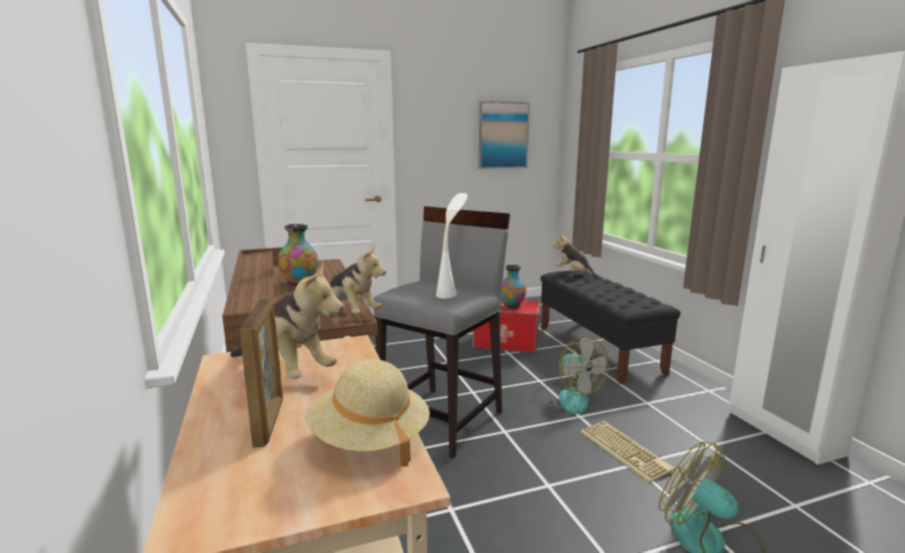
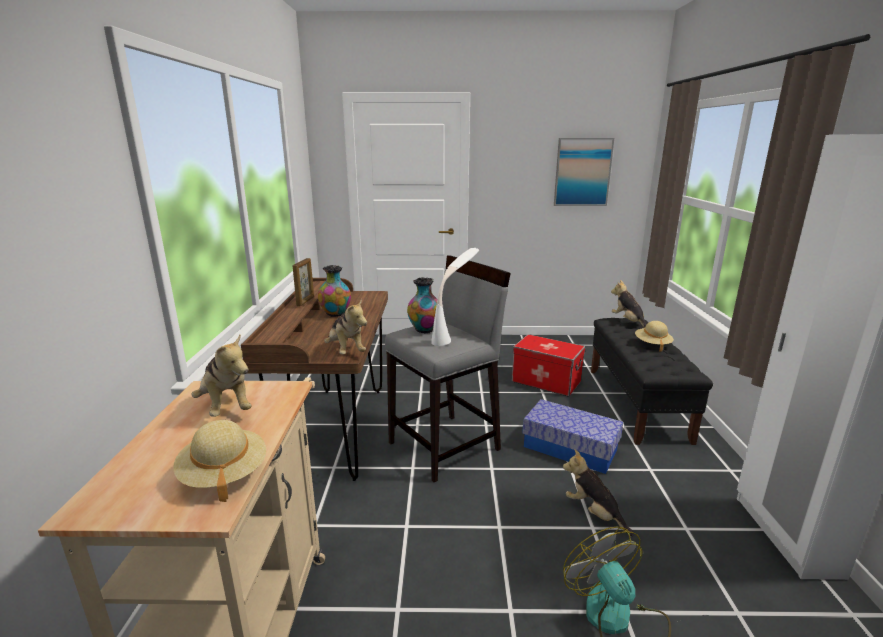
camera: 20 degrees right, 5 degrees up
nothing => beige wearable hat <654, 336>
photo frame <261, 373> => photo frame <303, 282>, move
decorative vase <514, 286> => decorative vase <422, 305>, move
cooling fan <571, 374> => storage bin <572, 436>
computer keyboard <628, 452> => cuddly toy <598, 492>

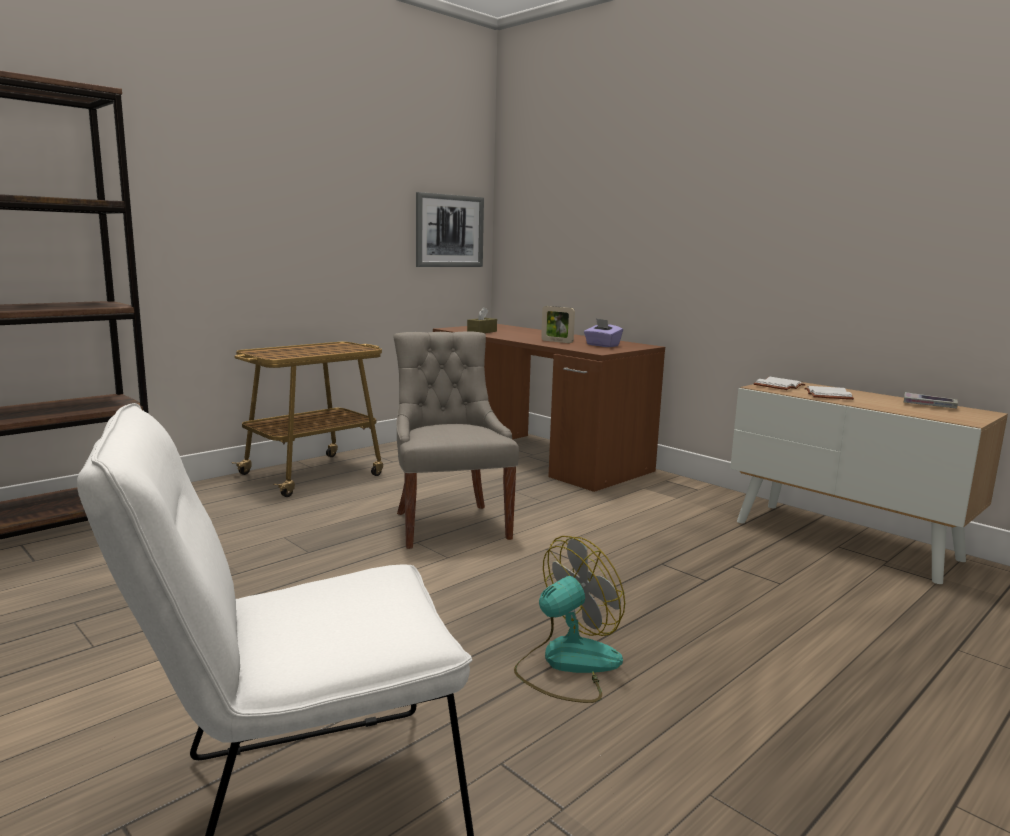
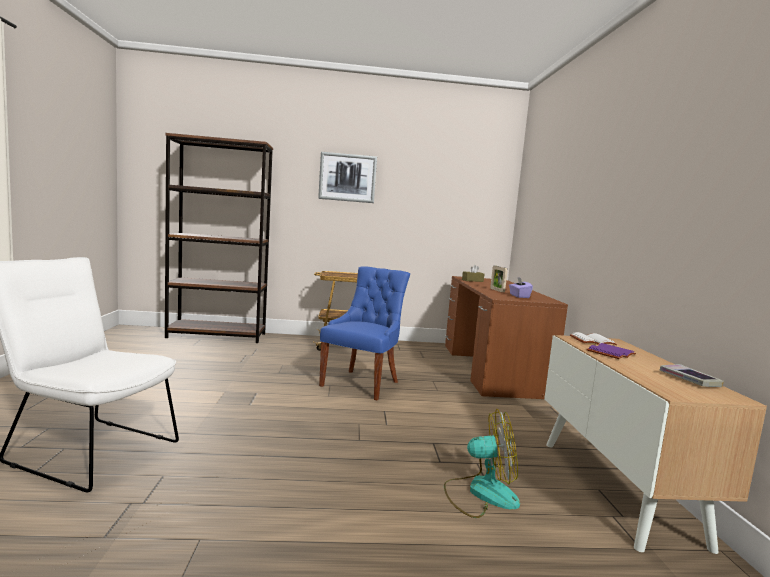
camera: 40 degrees right, 5 degrees down
wall art <450, 229> => wall art <347, 177>, move
cooling fan <569, 619> => cooling fan <482, 463>, move
gray upright chair <456, 440> => blue-coloured upright chair <364, 333>
white bound book <829, 393> => purple-coloured bound book <611, 351>

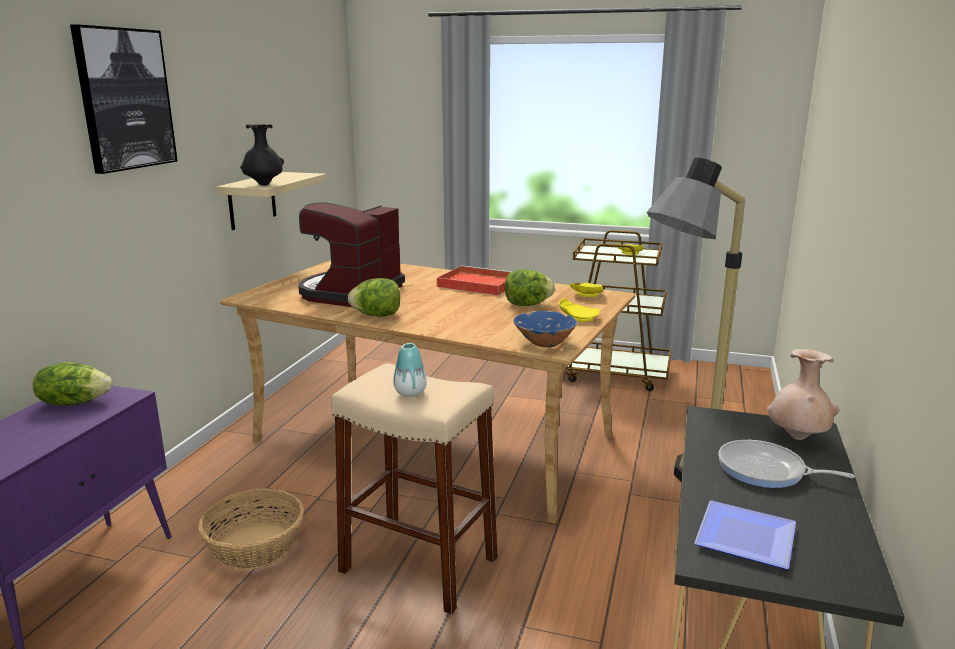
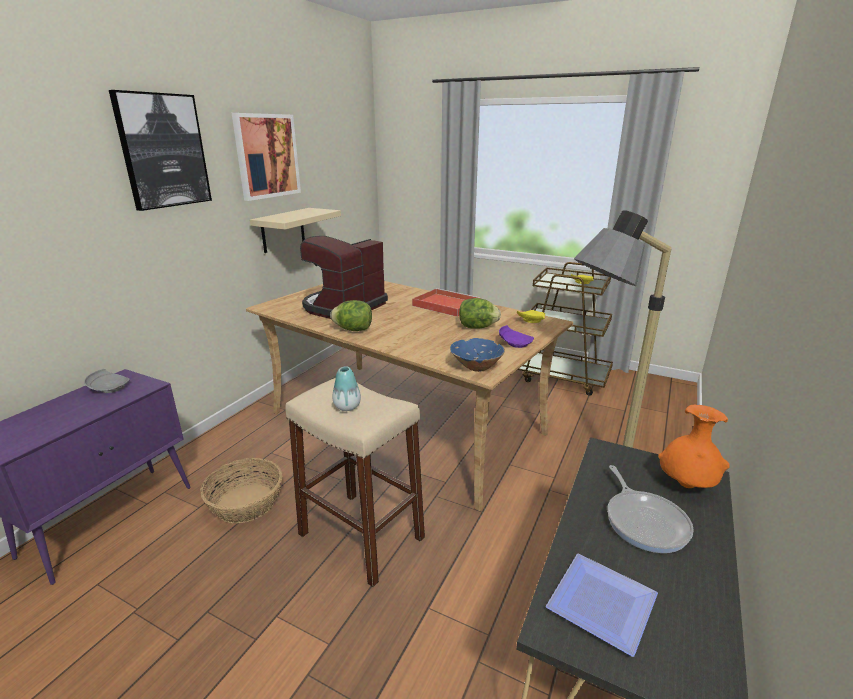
camera: 10 degrees right, 5 degrees up
black-coloured decorative vase <262, 155> => nothing
nothing => wall art <266, 157>
lettuce head <72, 384> => gray dinner plate <107, 381>
yellow-coloured dinner plate <579, 310> => purple-coloured dinner plate <516, 336>
beige decorative vase <803, 394> => orange-coloured decorative vase <694, 446>
pan <786, 464> => pan <650, 509>, 135 degrees counterclockwise

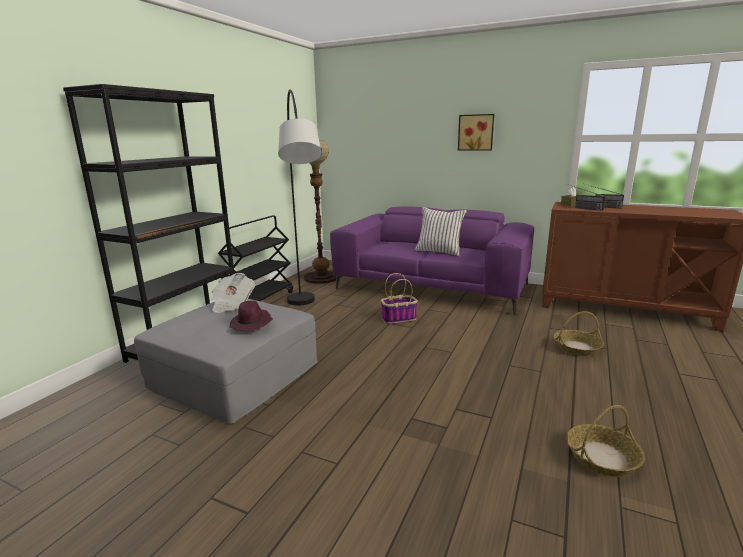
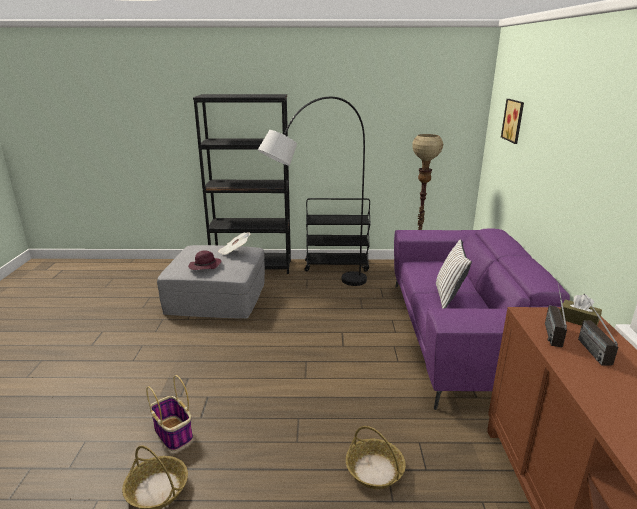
camera: 65 degrees right, 5 degrees up
storage basket <399, 298> => storage basket <169, 413>, move
wall art <476, 132> => wall art <512, 121>, move

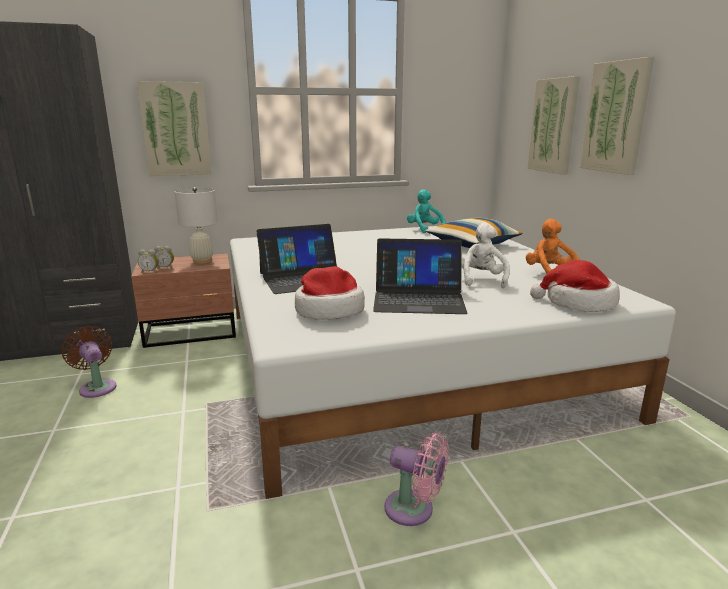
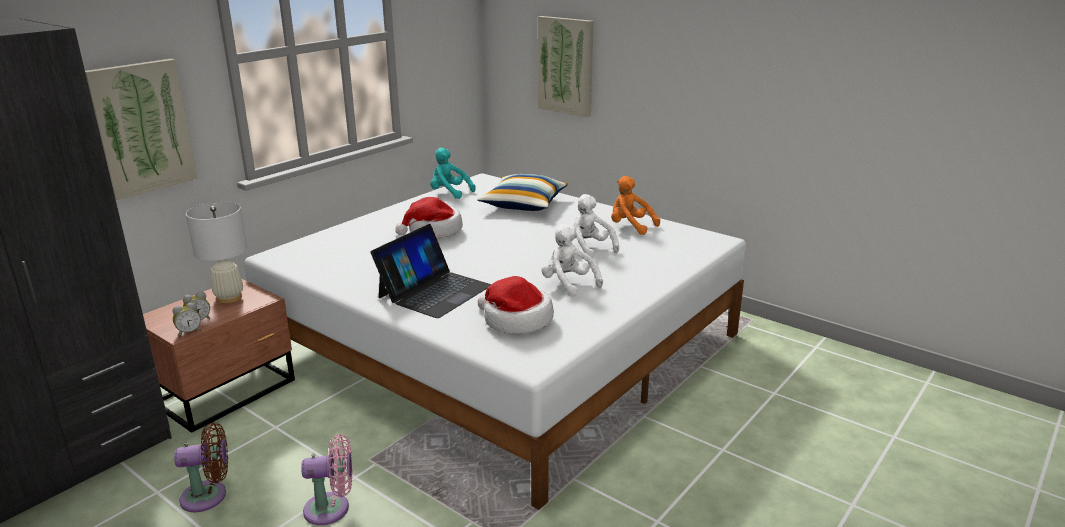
camera: 35 degrees left, 5 degrees up
wall art <617, 116> => nothing
pink cooling fan <416, 479> => pink cooling fan <327, 479>, move
wearable hat <574, 286> => wearable hat <429, 217>, move
laptop <420, 276> => white cuddly toy <572, 261>
brown-coloured cooling fan <89, 362> => brown-coloured cooling fan <201, 467>, 150 degrees clockwise

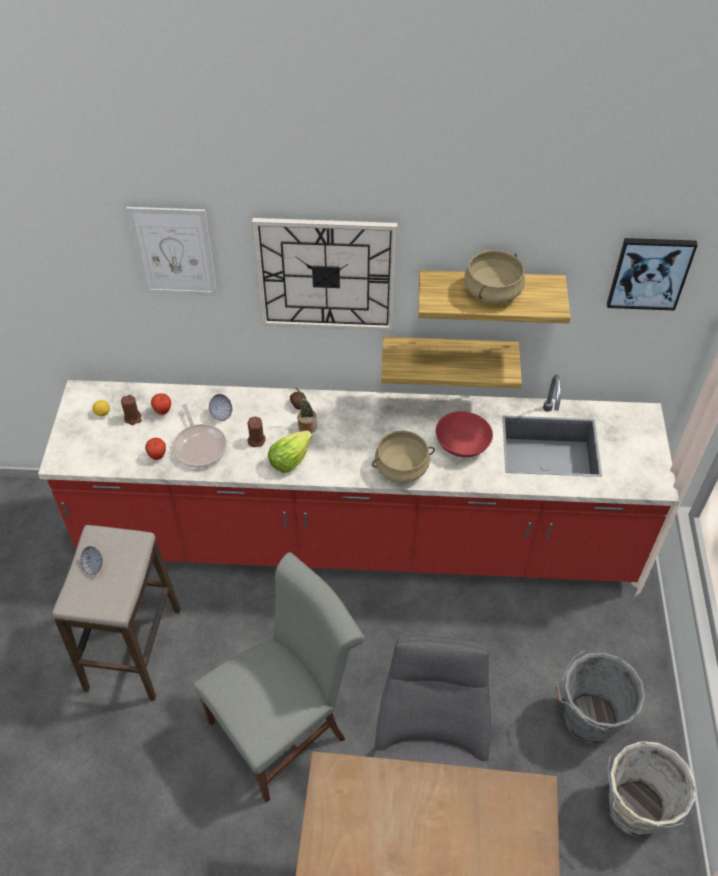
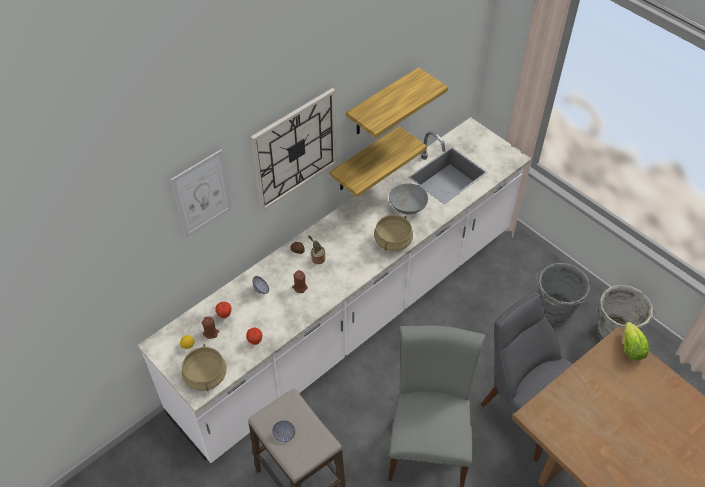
camera: 45 degrees left, 0 degrees up
pan <200, 436> => nothing
wall art <652, 274> => nothing
lettuce head <290, 452> => lettuce head <636, 341>, move
beige cooking pot <494, 277> => beige cooking pot <204, 367>, move
reddish kitchen counter <358, 478> => white kitchen counter <334, 290>
reddish serving bowl <464, 434> => gray serving bowl <408, 198>

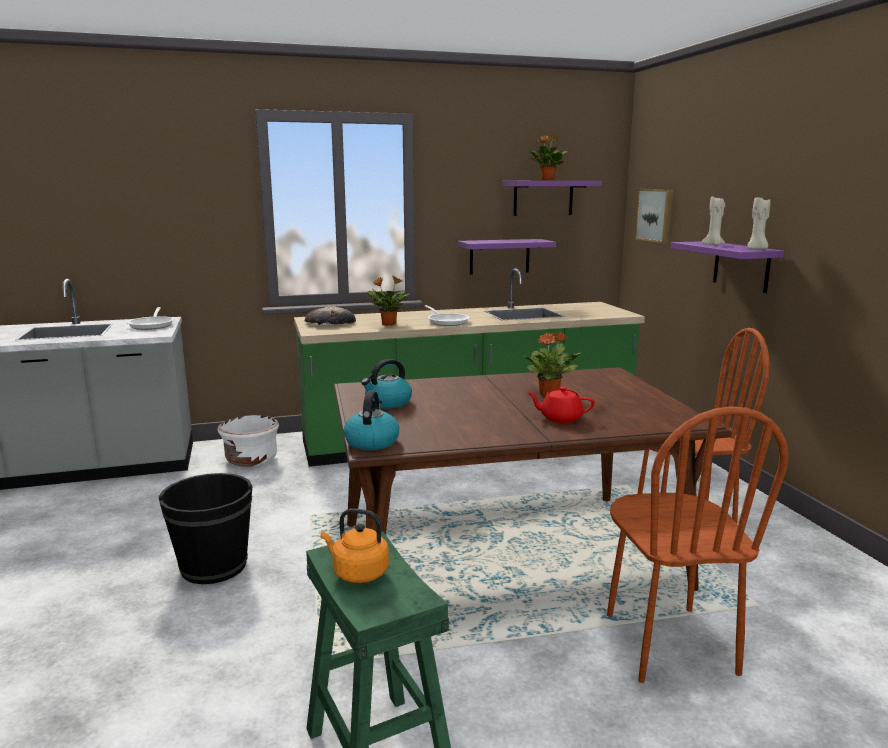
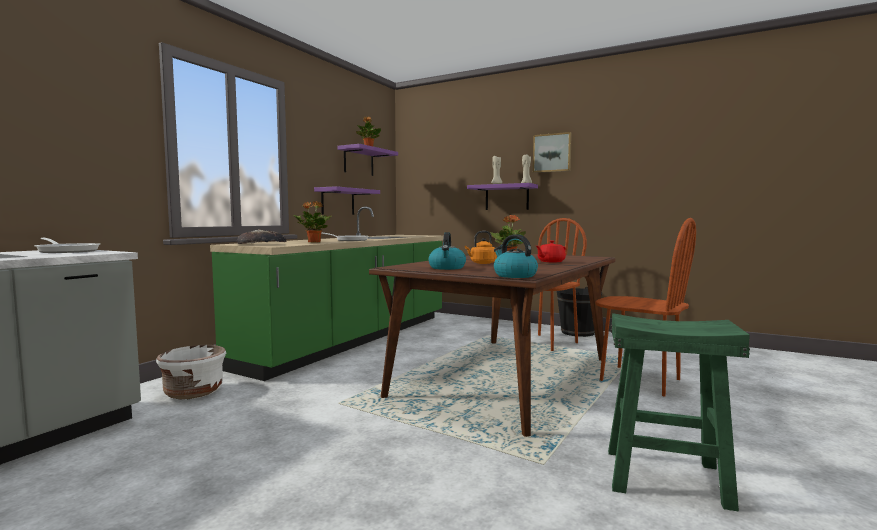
camera: 45 degrees left, 10 degrees down
black-coloured pail <205, 528> => black-coloured pail <579, 312>, move
orange-coloured tea kettle <355, 546> => orange-coloured tea kettle <481, 247>, move
wall art <654, 216> => wall art <552, 152>, move

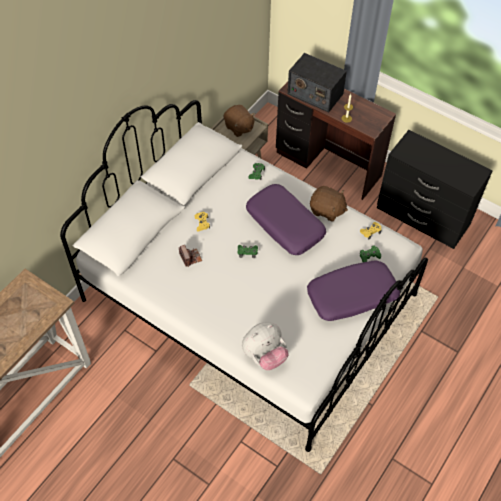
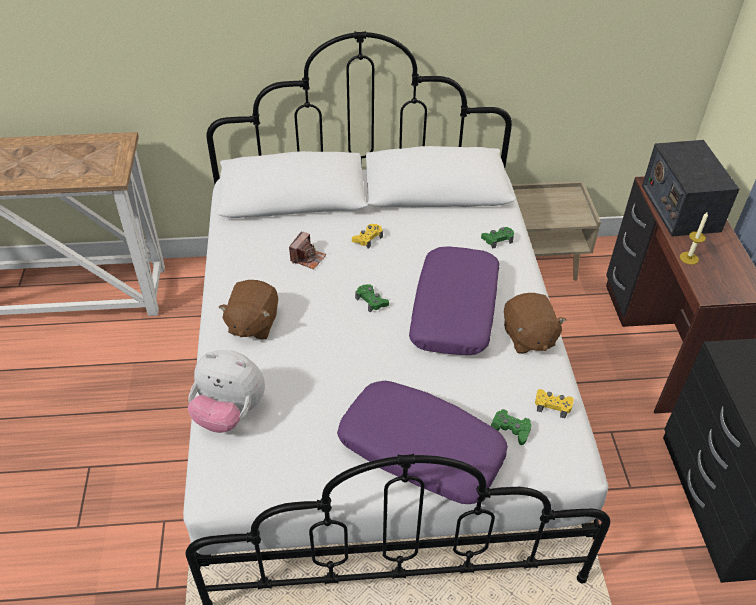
camera: 50 degrees right, 10 degrees down
brown-coloured cuddly toy <239, 121> => brown-coloured cuddly toy <248, 310>, move

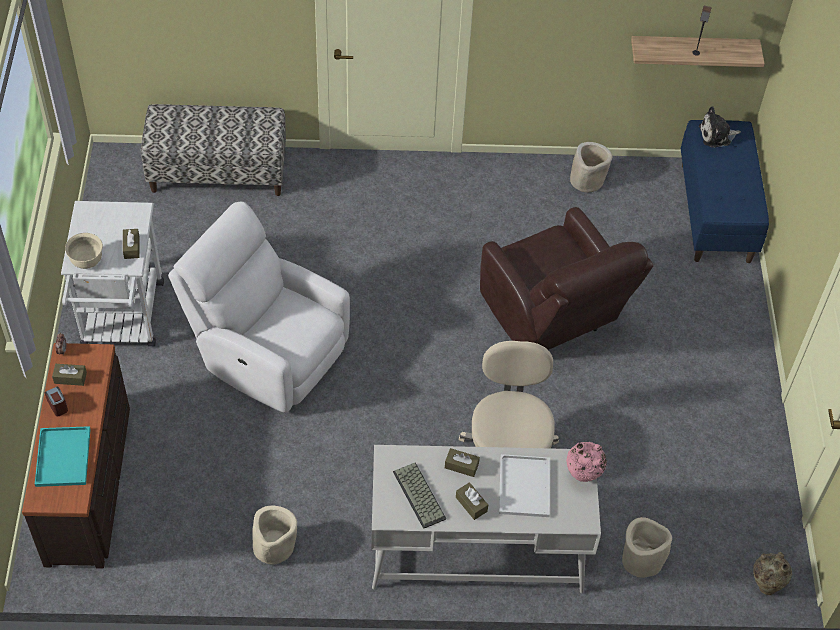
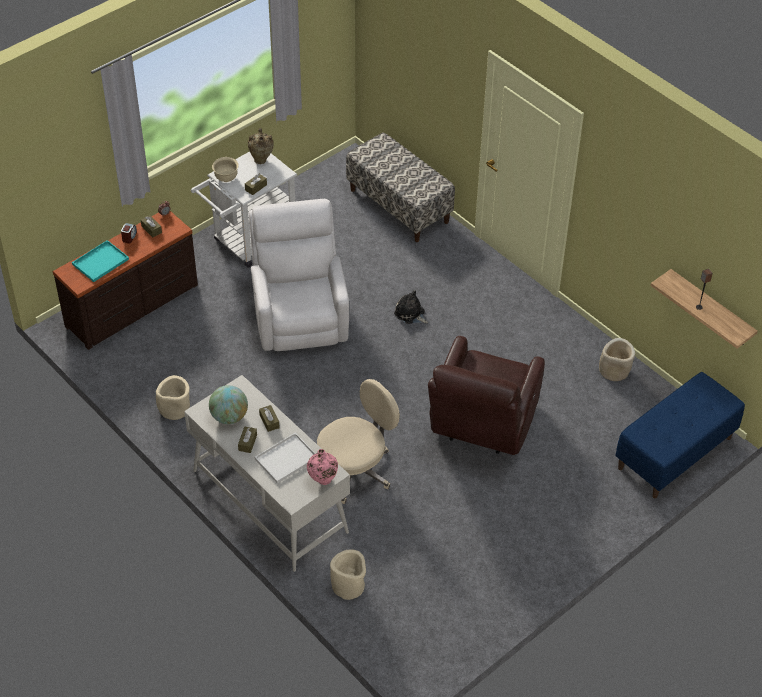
camera: 50 degrees right, 5 degrees down
cuddly toy <720, 127> => cuddly toy <411, 307>, move
beige decorative vase <772, 573> => beige decorative vase <261, 146>, move
computer keyboard <419, 496> => world globe <228, 404>

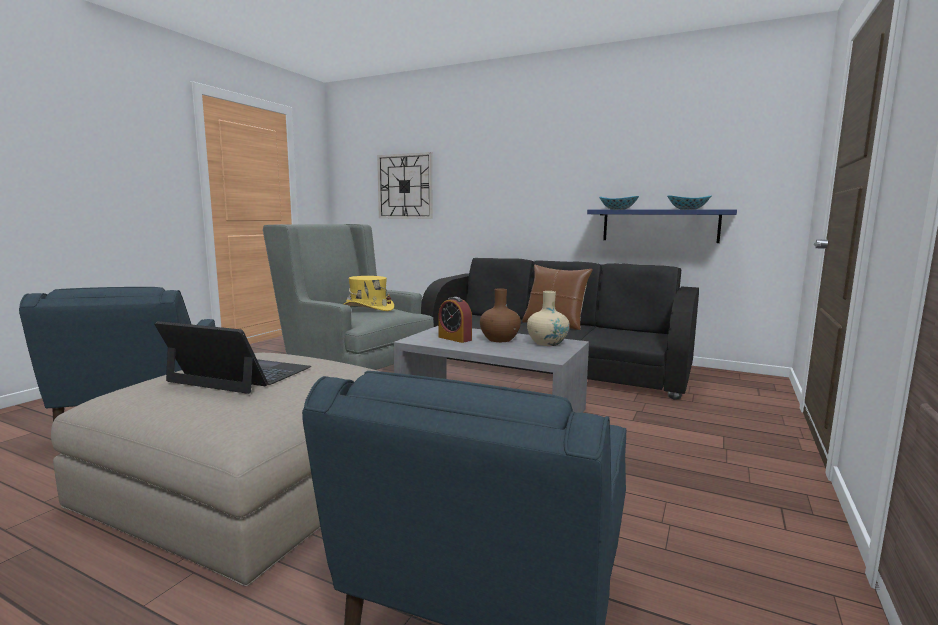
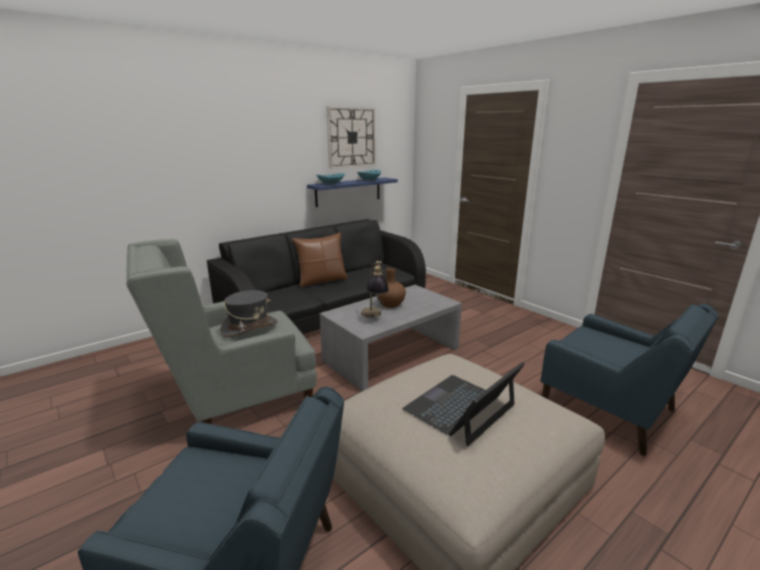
camera: 65 degrees left, 10 degrees up
beige decorative vase <548, 318> => nothing
hanging clock <405, 185> => hanging clock <351, 137>, move
table clock <455, 320> => lamp for a table <375, 289>
yellow-coloured wearable hat <369, 293> => gray wearable hat <249, 313>

